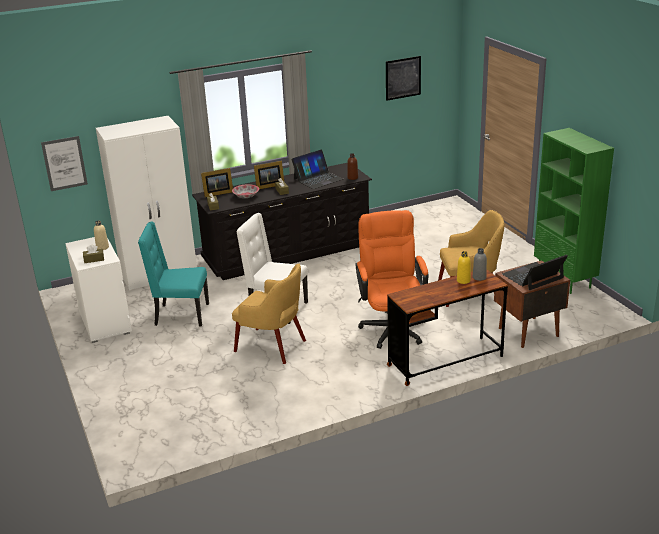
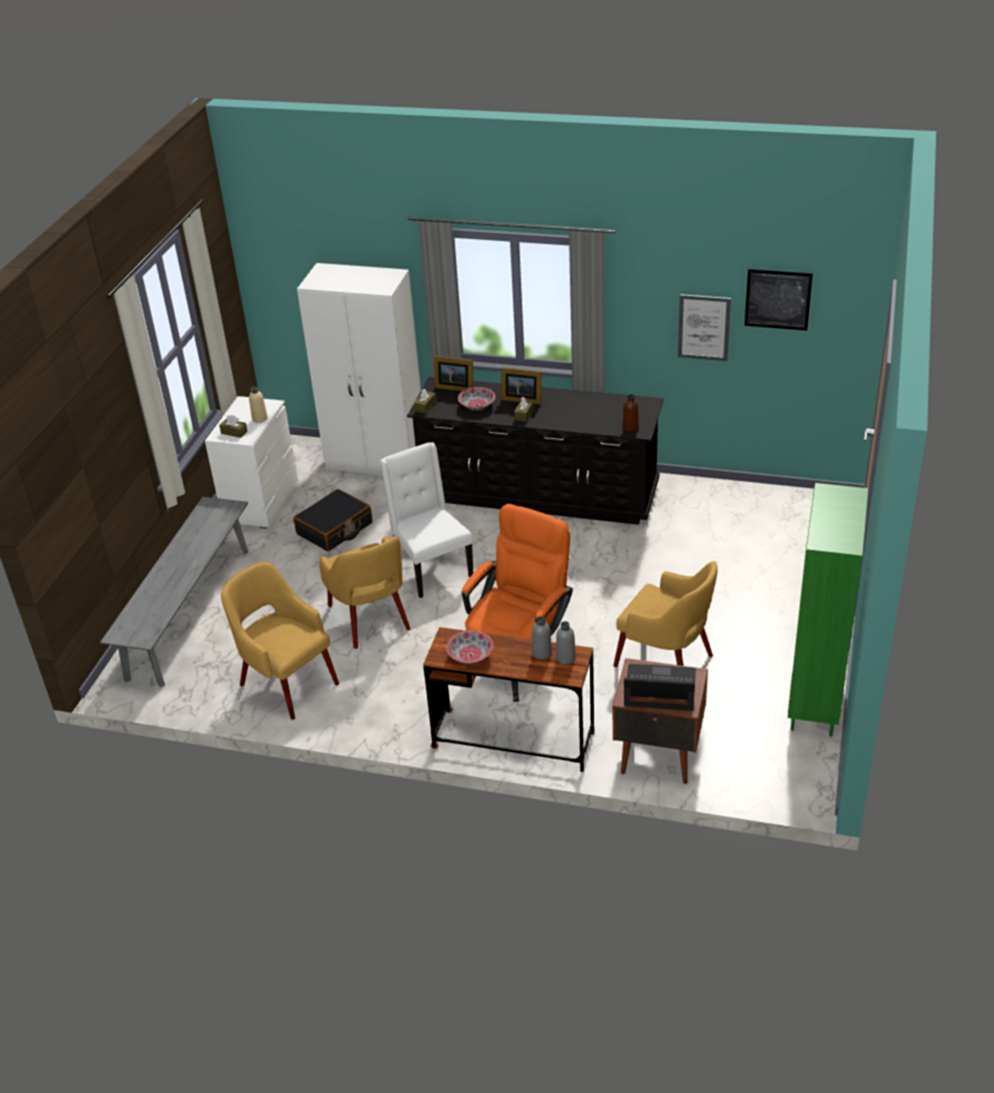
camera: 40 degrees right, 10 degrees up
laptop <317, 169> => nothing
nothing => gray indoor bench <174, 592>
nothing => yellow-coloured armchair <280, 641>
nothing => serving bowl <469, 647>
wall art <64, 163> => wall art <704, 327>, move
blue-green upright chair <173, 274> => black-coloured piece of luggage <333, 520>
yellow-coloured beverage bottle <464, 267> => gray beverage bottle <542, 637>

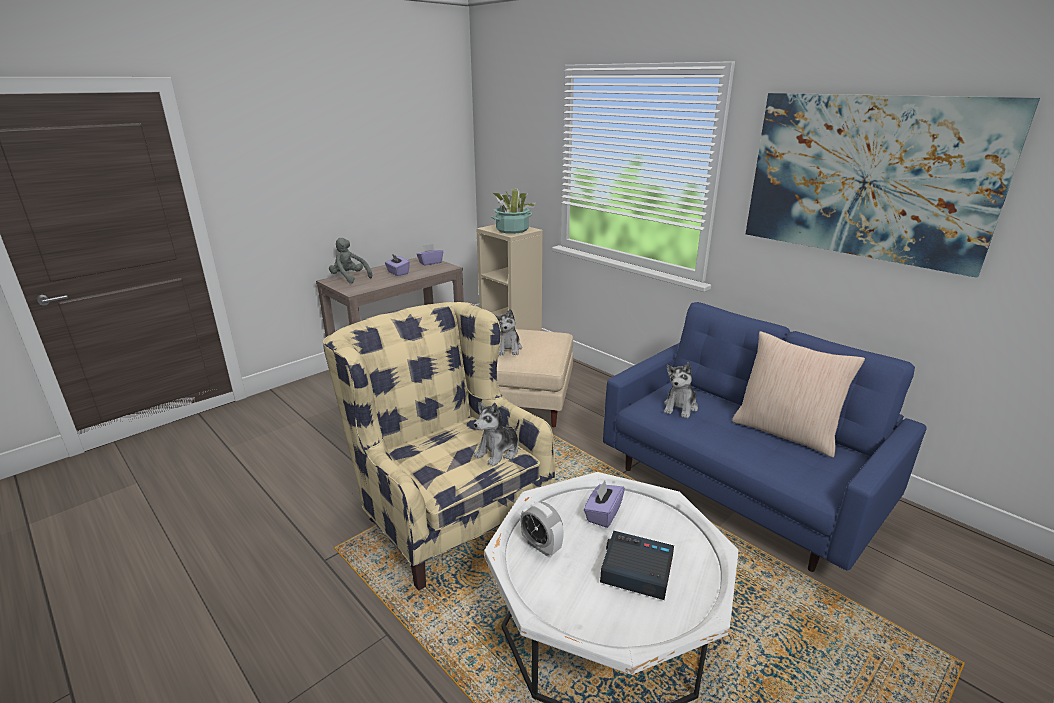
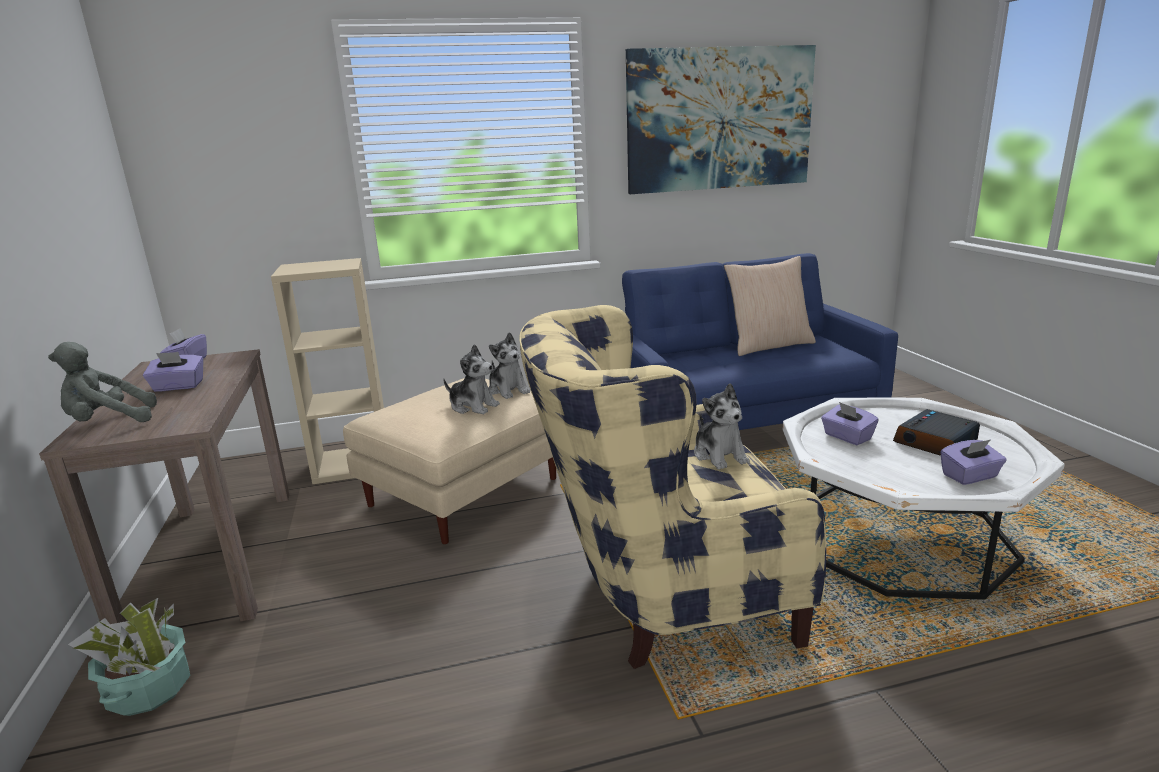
camera: 60 degrees left, 5 degrees down
table clock <542, 529> => nothing
nothing => purple-coloured tissue holder <974, 462>
potted plant <513, 211> => potted plant <129, 657>, move
cuddly toy <681, 390> => cuddly toy <509, 365>, move

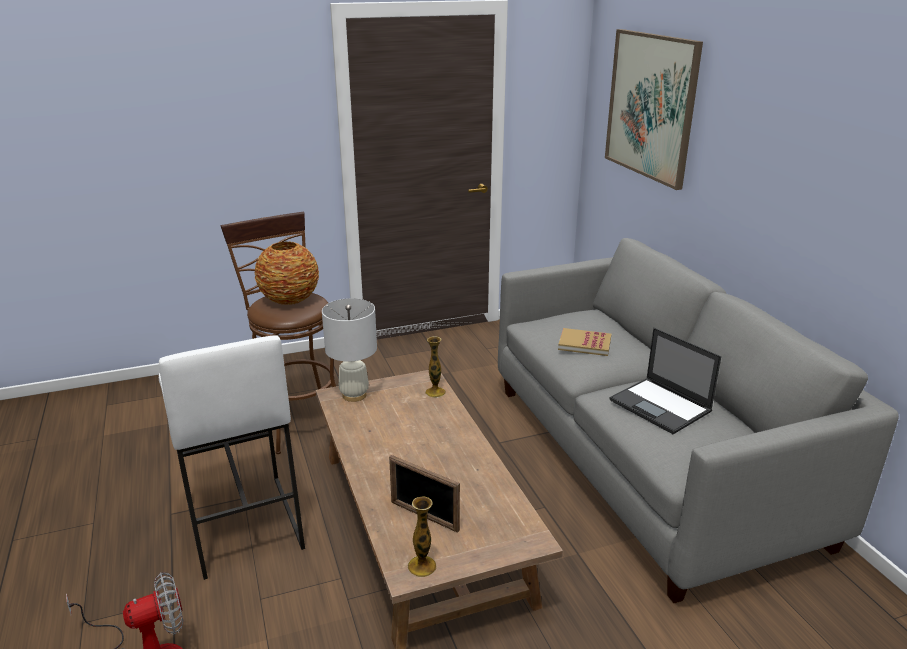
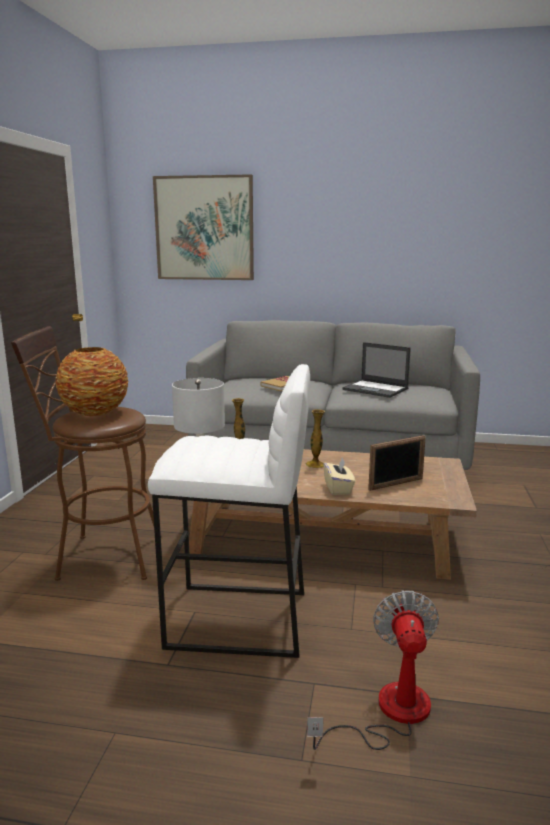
camera: 60 degrees left, 10 degrees down
nothing => beige tissue holder <339, 476>
decorative vase <422, 536> => decorative vase <315, 438>, move
laptop <665, 381> => laptop <376, 370>, 45 degrees clockwise

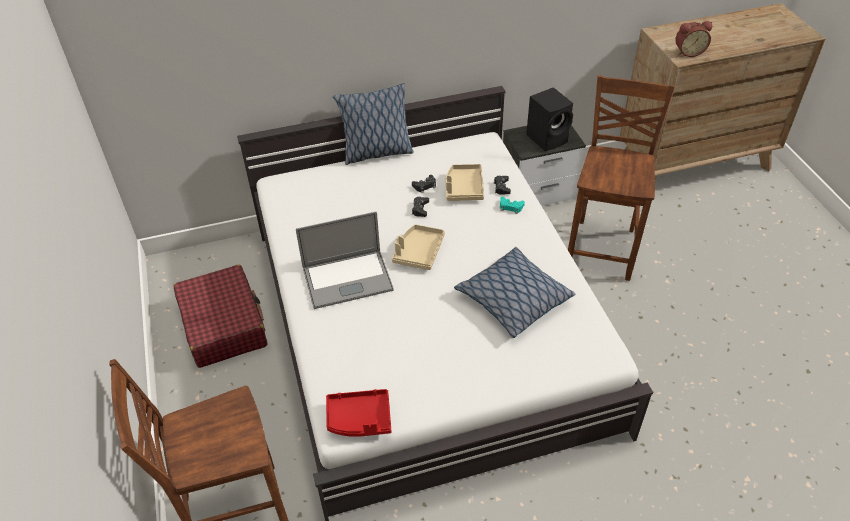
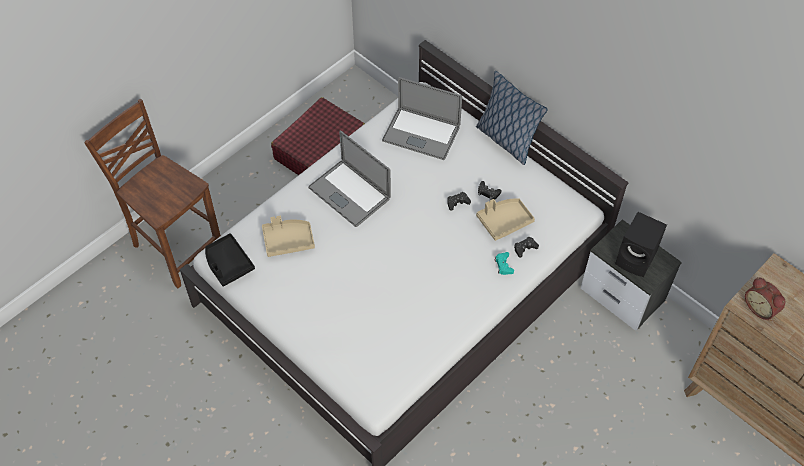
camera: 60 degrees right, 10 degrees up
pillow <515, 292> => nothing
brown-coloured upright chair <621, 178> => nothing
nothing => laptop <422, 118>
beige carrying tray <418, 247> => beige carrying tray <288, 236>, move
reddish carrying tray <358, 413> => black-coloured carrying tray <230, 259>

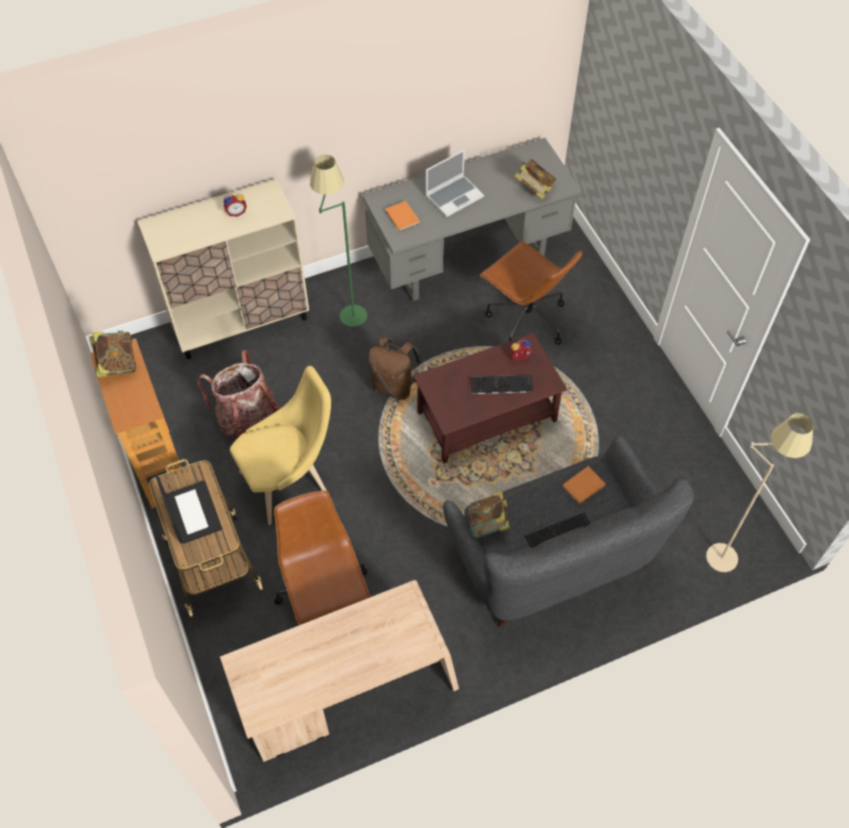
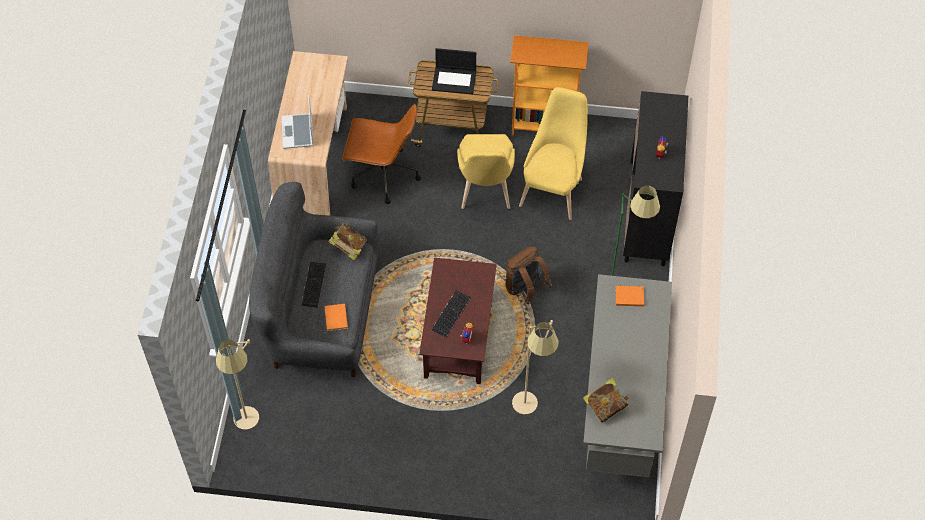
camera: 120 degrees right, 0 degrees up
bound book <113, 354> => nothing
laptop <454, 183> => laptop <298, 122>, move
rucksack <239, 394> => yellow-coloured upright chair <553, 153>
brown-coloured desk chair <531, 293> => beige standing lamp <535, 367>
beige cabinet <223, 268> => black-coloured cabinet <655, 178>

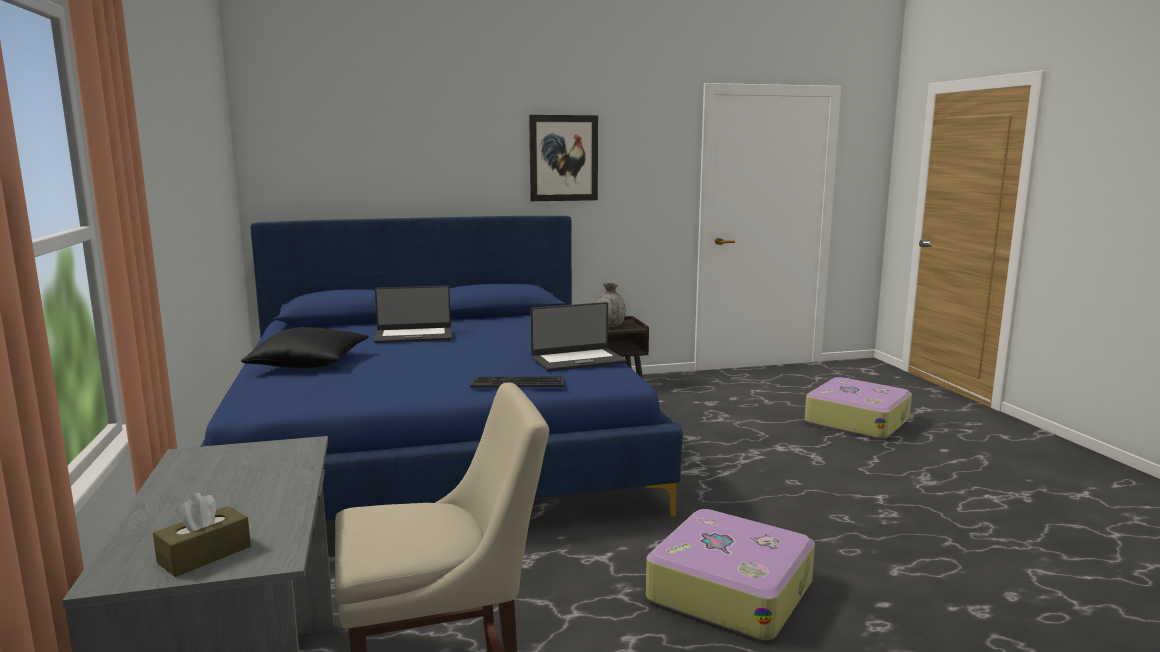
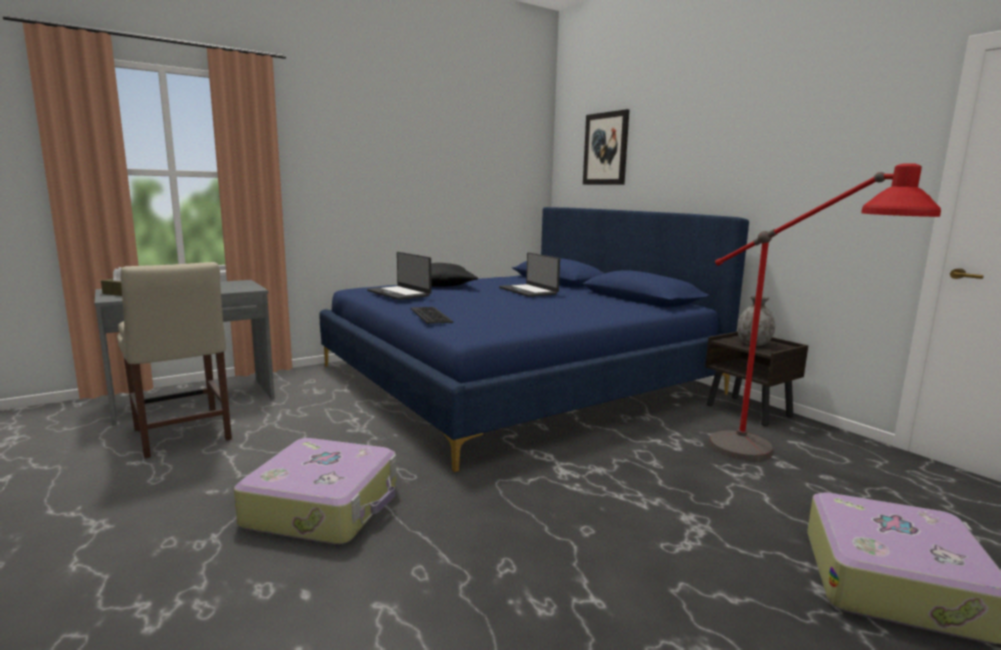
camera: 70 degrees right, 0 degrees up
nothing => reddish standing lamp <824, 312>
wall art <563, 158> => wall art <606, 147>, move
laptop <578, 336> => laptop <399, 276>, move

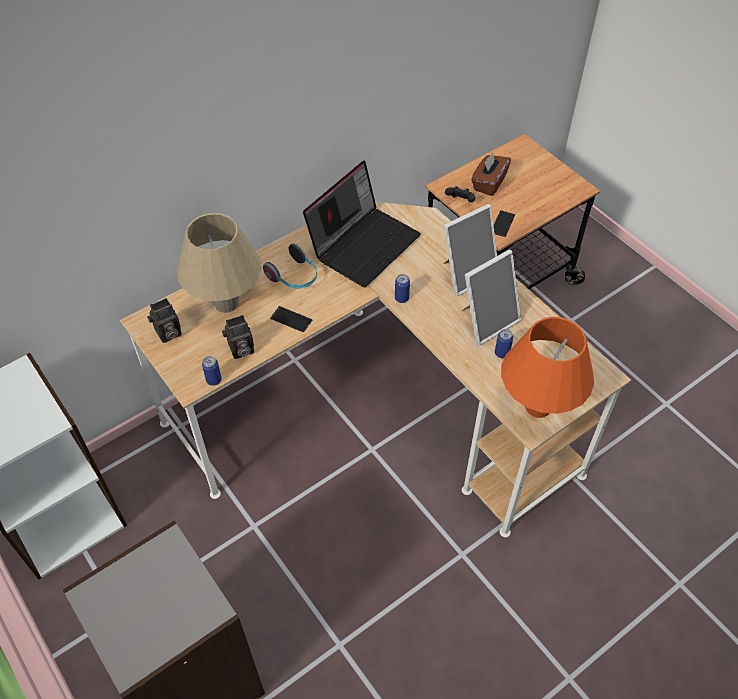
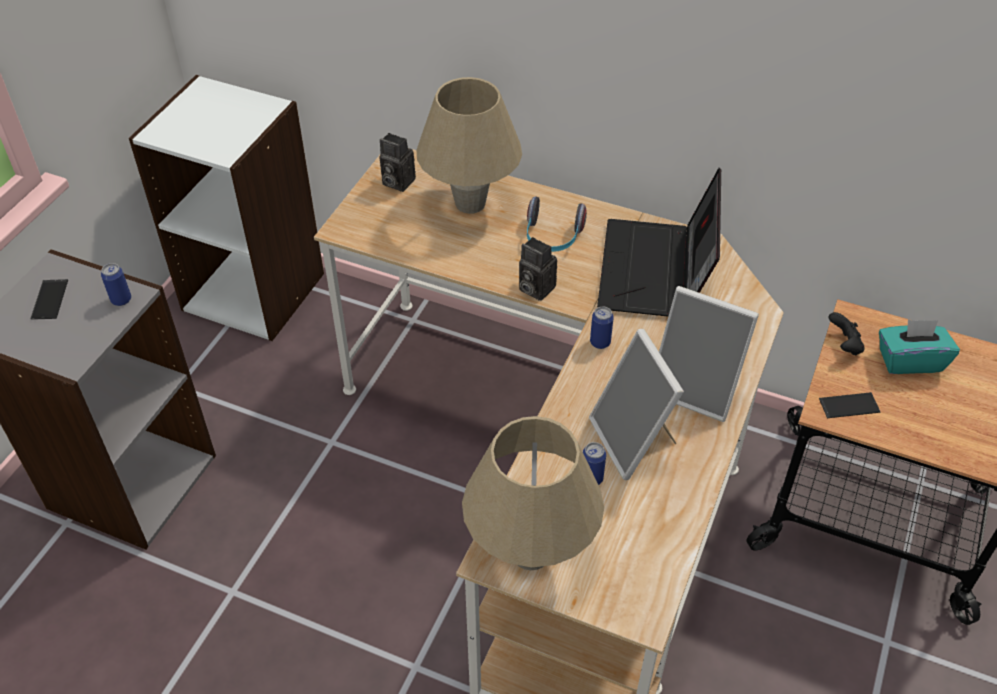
camera: 60 degrees right, 5 degrees down
sealed can <212, 371> => sealed can <116, 284>, move
still camera <238, 337> => still camera <538, 269>, move
handset <291, 319> => handset <49, 299>, move
brown-coloured tissue holder <491, 174> => blue-green tissue holder <919, 347>
orange-coloured lamp for a table <547, 367> => beige lamp for a table <533, 493>
laptop <362, 224> => laptop <659, 242>, 90 degrees clockwise
photo frame <491, 298> => photo frame <636, 404>, 45 degrees clockwise

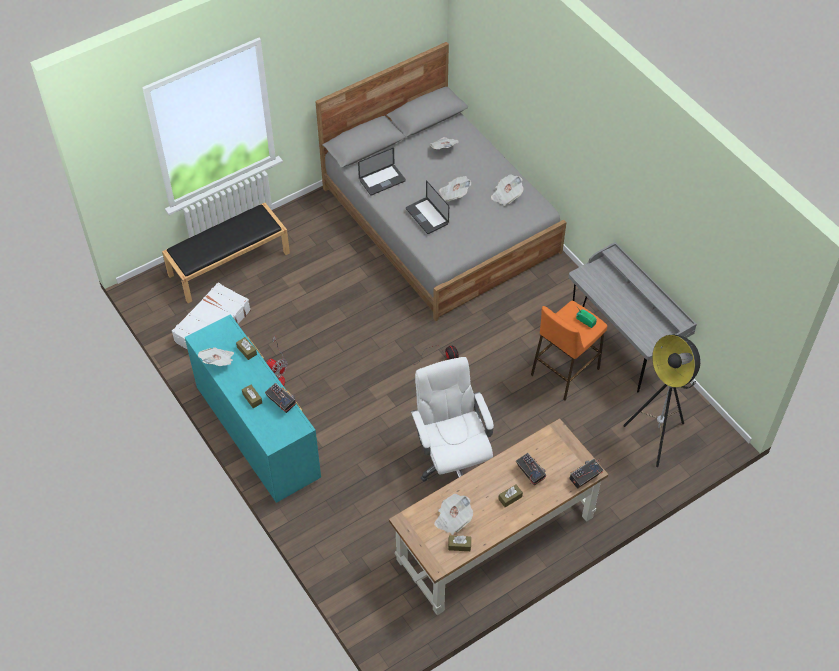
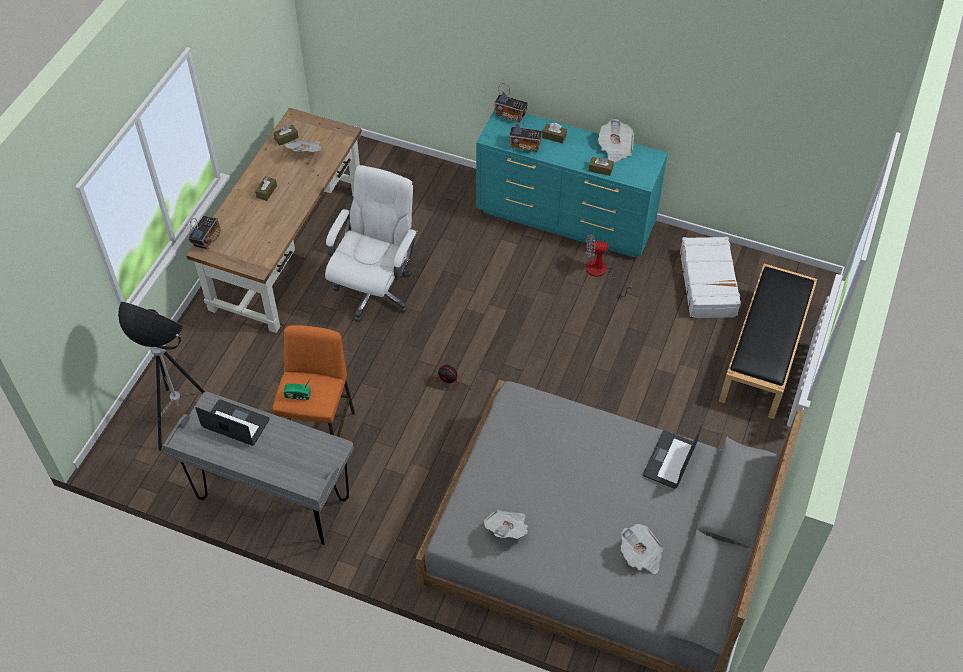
camera: 145 degrees right, 0 degrees up
printed paper <455, 188> => nothing
laptop <427, 207> => laptop <232, 422>, move
radio receiver <531, 469> => radio receiver <511, 102>, move
white desk chair <452, 419> => white desk chair <371, 243>, 105 degrees counterclockwise

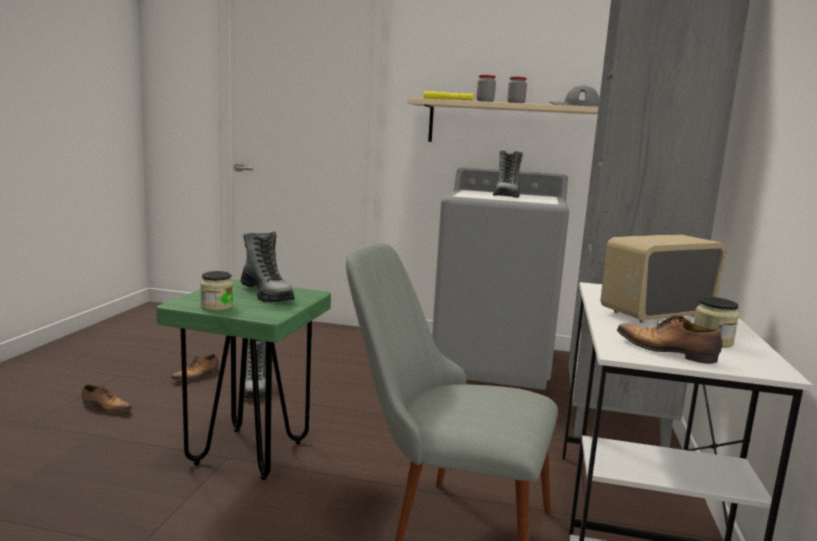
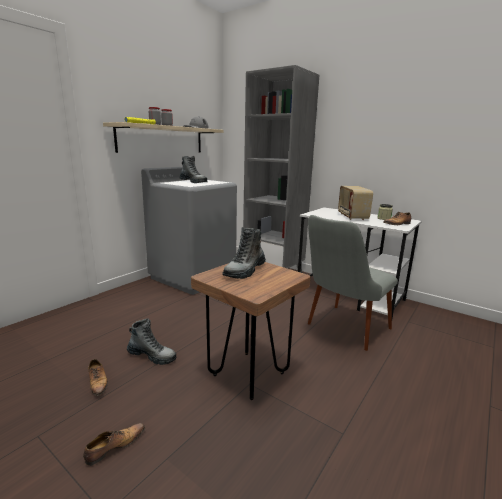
camera: 65 degrees left, 5 degrees up
storage jar <216, 291> => nothing
green stool <243, 379> => brown-coloured stool <251, 331>
high-top boot <268, 266> => high-top boot <244, 253>, 135 degrees clockwise

